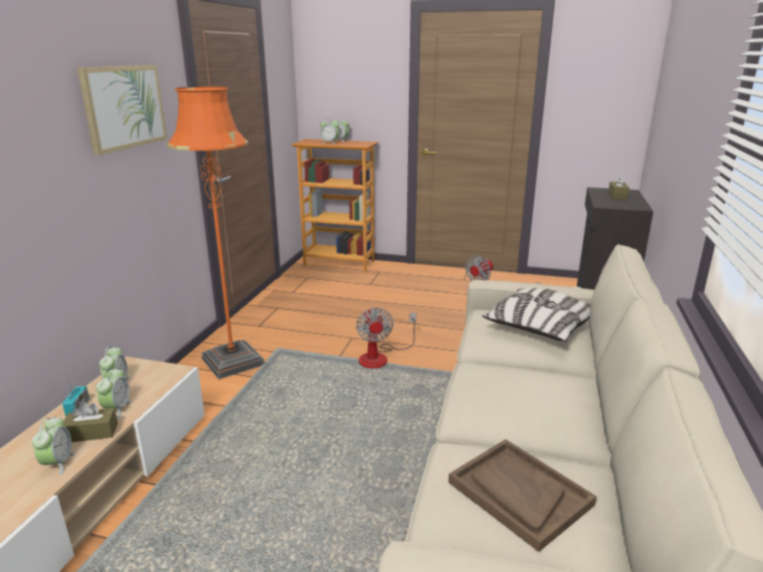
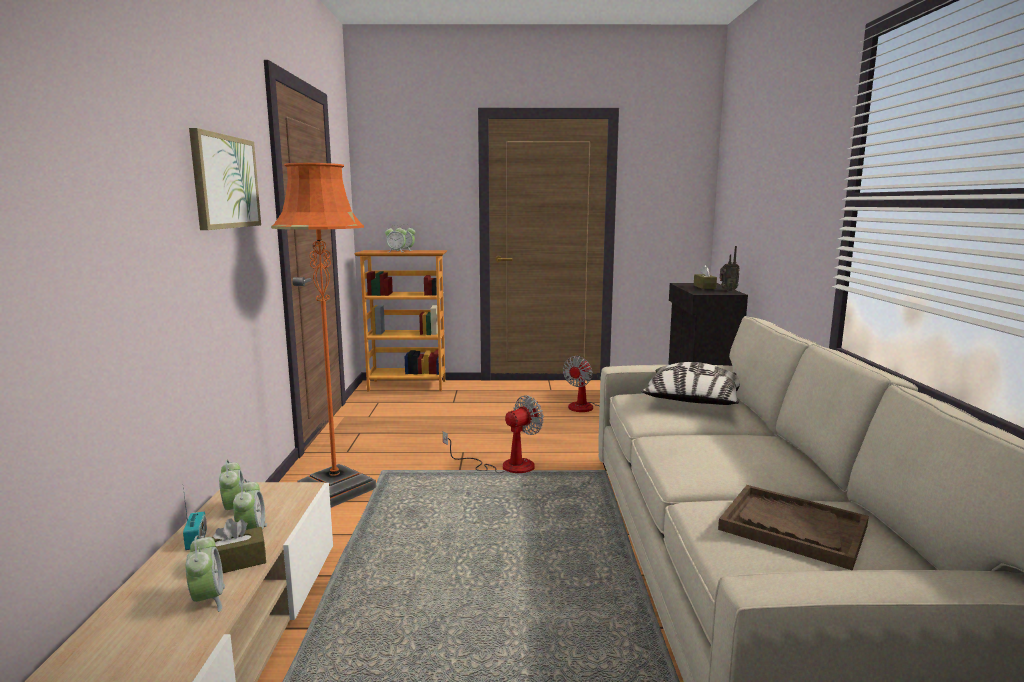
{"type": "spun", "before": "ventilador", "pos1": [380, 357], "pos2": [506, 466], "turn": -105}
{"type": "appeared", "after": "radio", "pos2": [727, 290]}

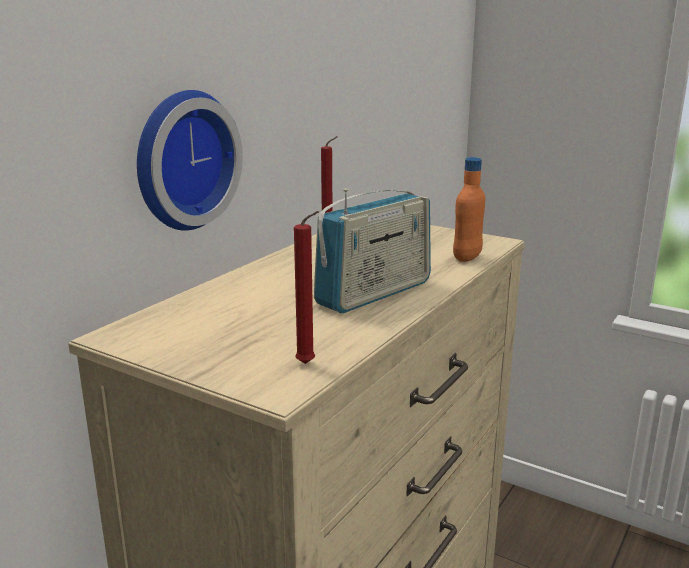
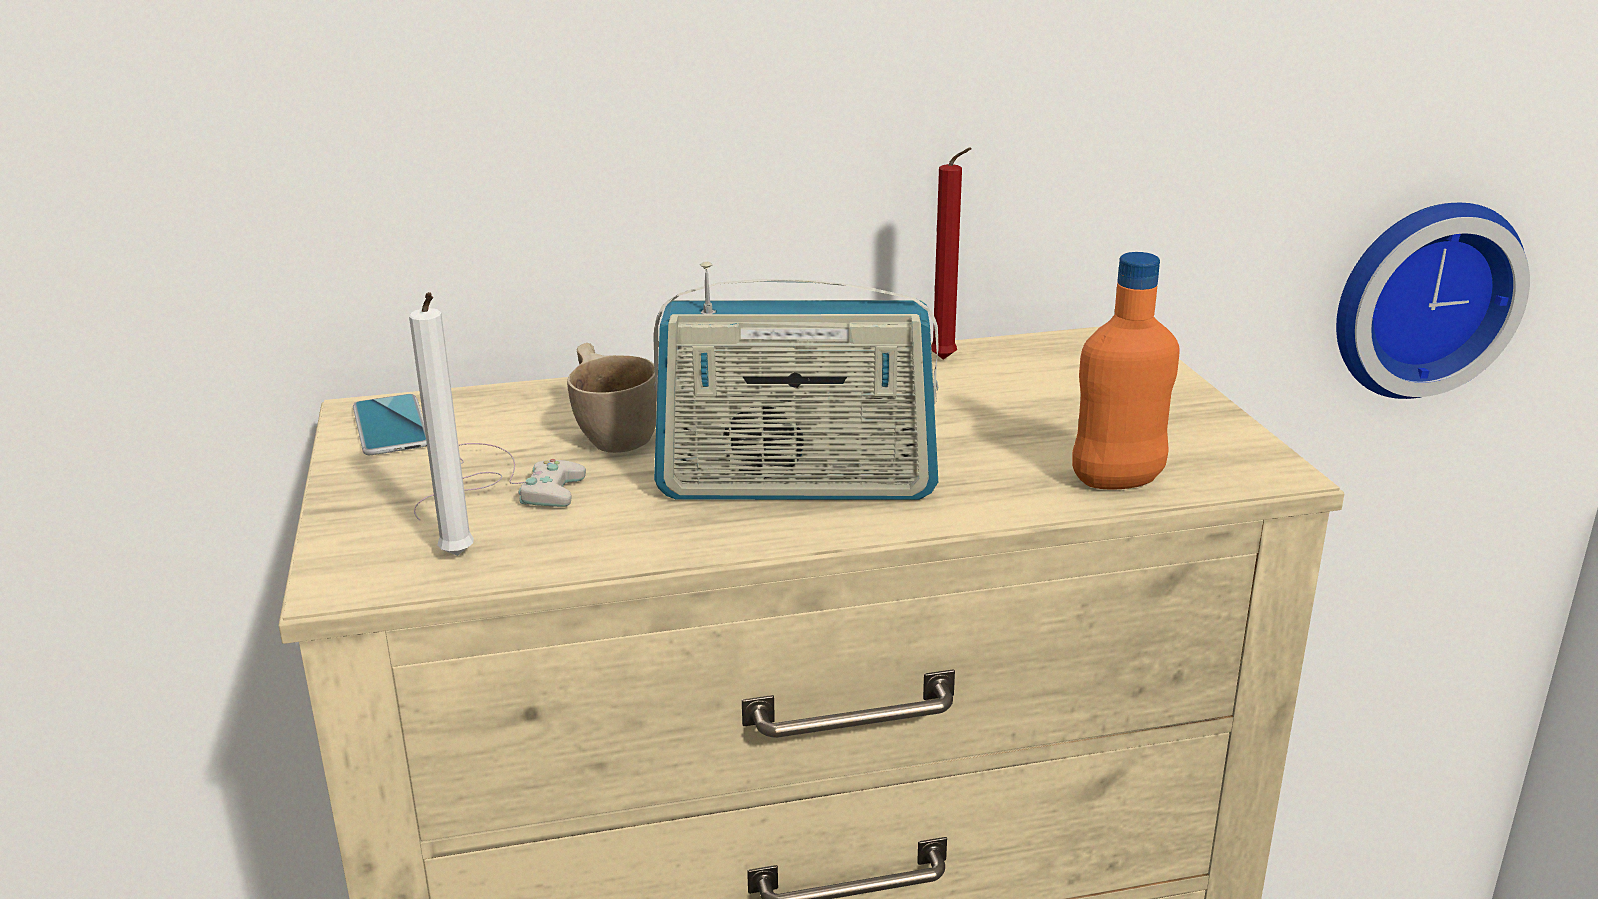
{"type": "relocated", "before": "reloj de pared", "pos1": [181, 160], "pos2": [1420, 296]}
{"type": "colour", "before": "vela [rojo]", "after": "vela [blanco]", "pos1": [308, 364], "pos2": [458, 558]}
{"type": "appeared", "after": "móvil", "pos2": [391, 426]}
{"type": "appeared", "after": "mando de consola [blanco]", "pos2": [497, 484]}
{"type": "appeared", "after": "taza [beis]", "pos2": [614, 431]}

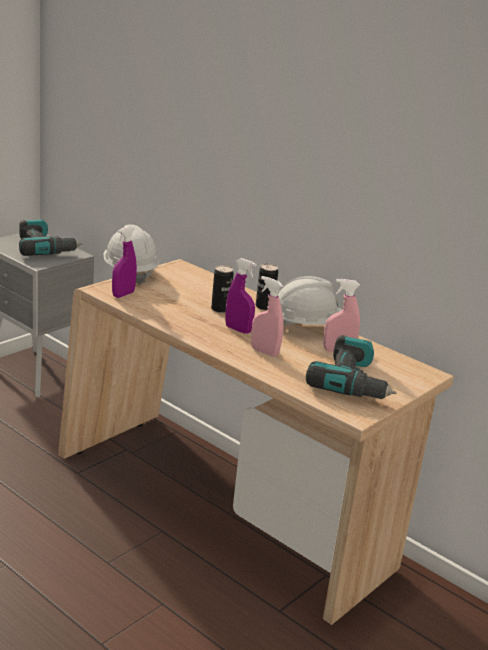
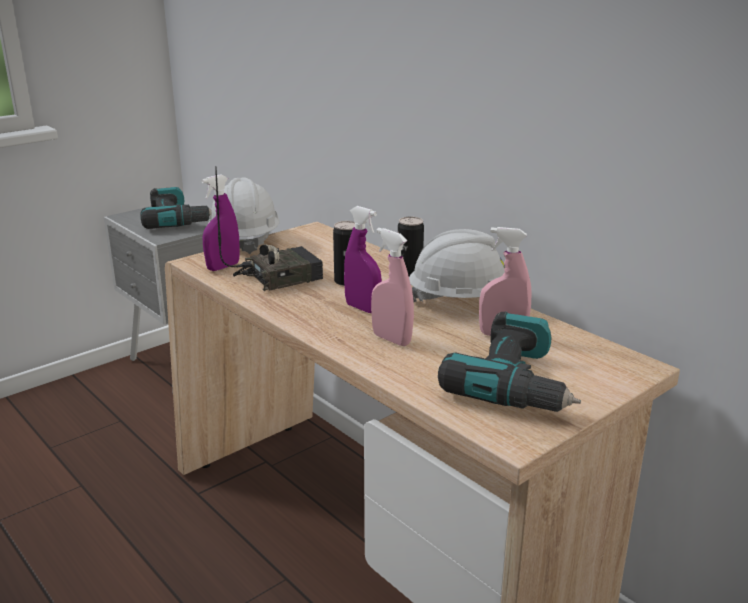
{"type": "appeared", "after": "radio", "pos2": [278, 277]}

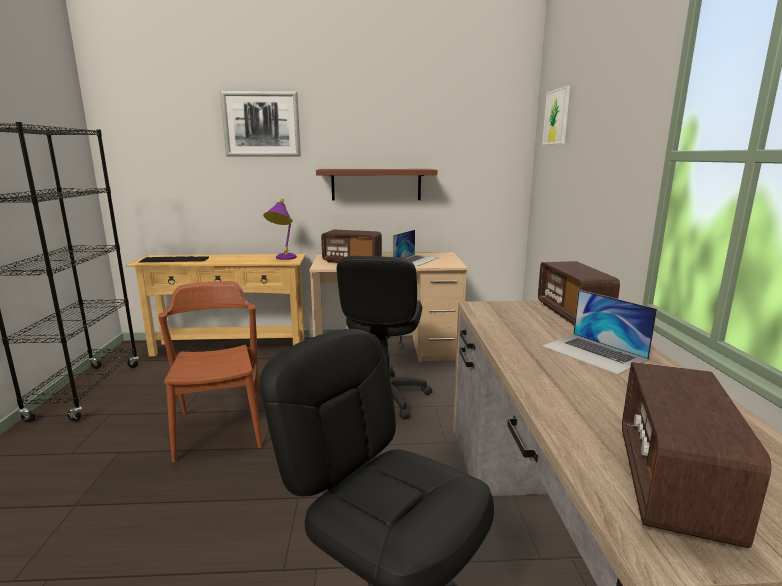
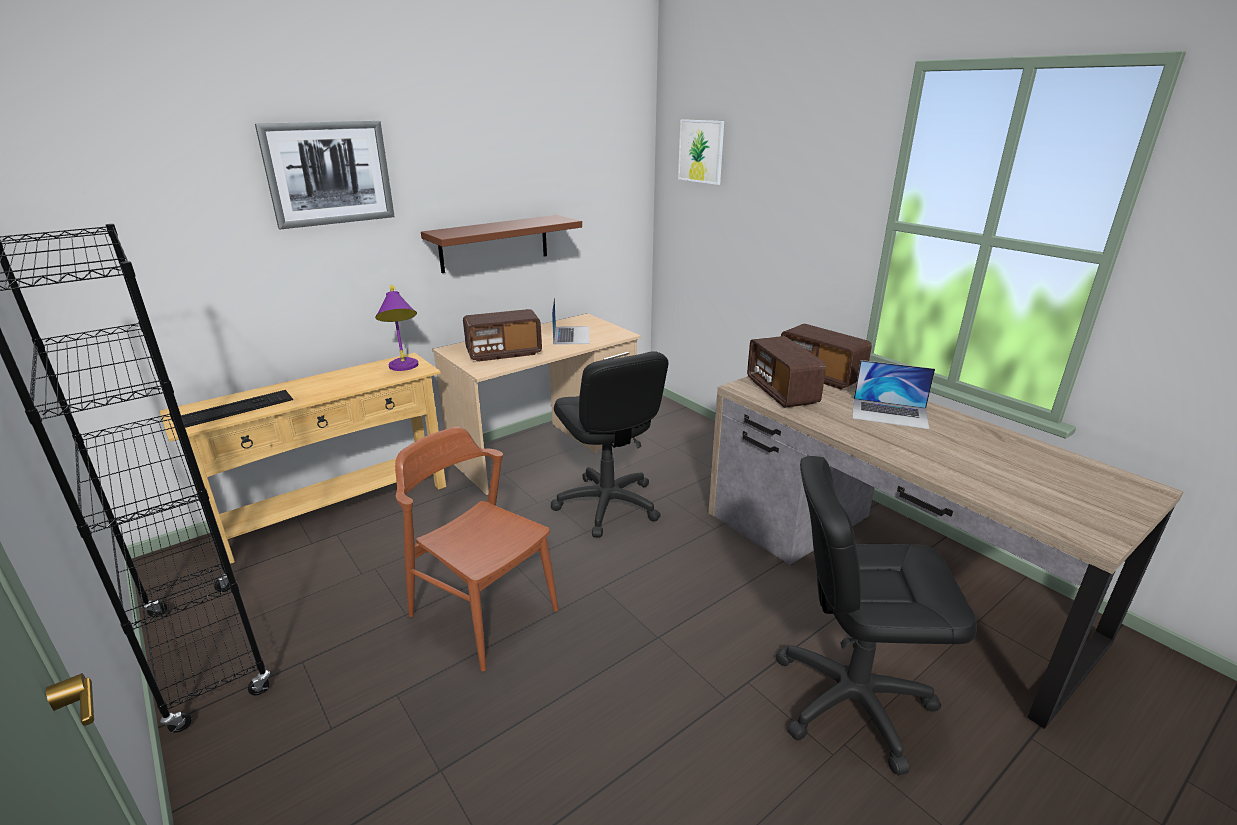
{"type": "relocated", "before": "radio", "pos1": [672, 484], "pos2": [781, 392]}

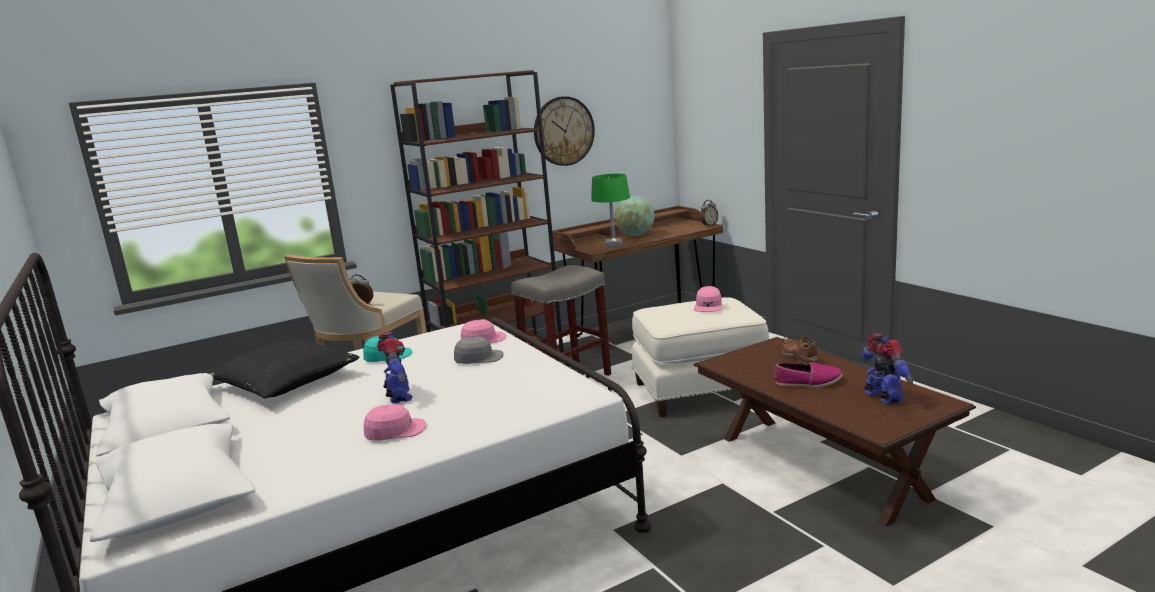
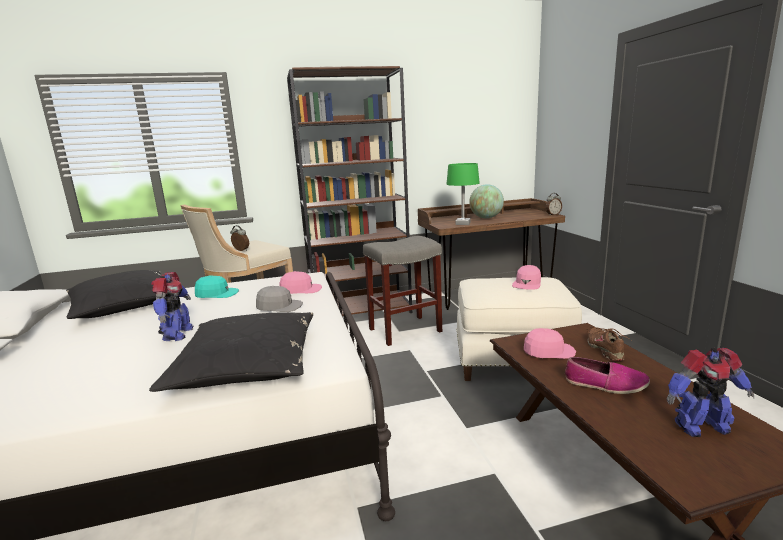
{"type": "relocated", "before": "gorra [rosa]", "pos1": [395, 431], "pos2": [548, 351]}
{"type": "missing", "before": "reloj de pared", "pos1": [563, 131]}
{"type": "spun", "before": "robot de juguete", "pos1": [883, 398], "pos2": [700, 426], "turn": 90}
{"type": "appeared", "after": "cojín [negro]", "pos2": [247, 364]}

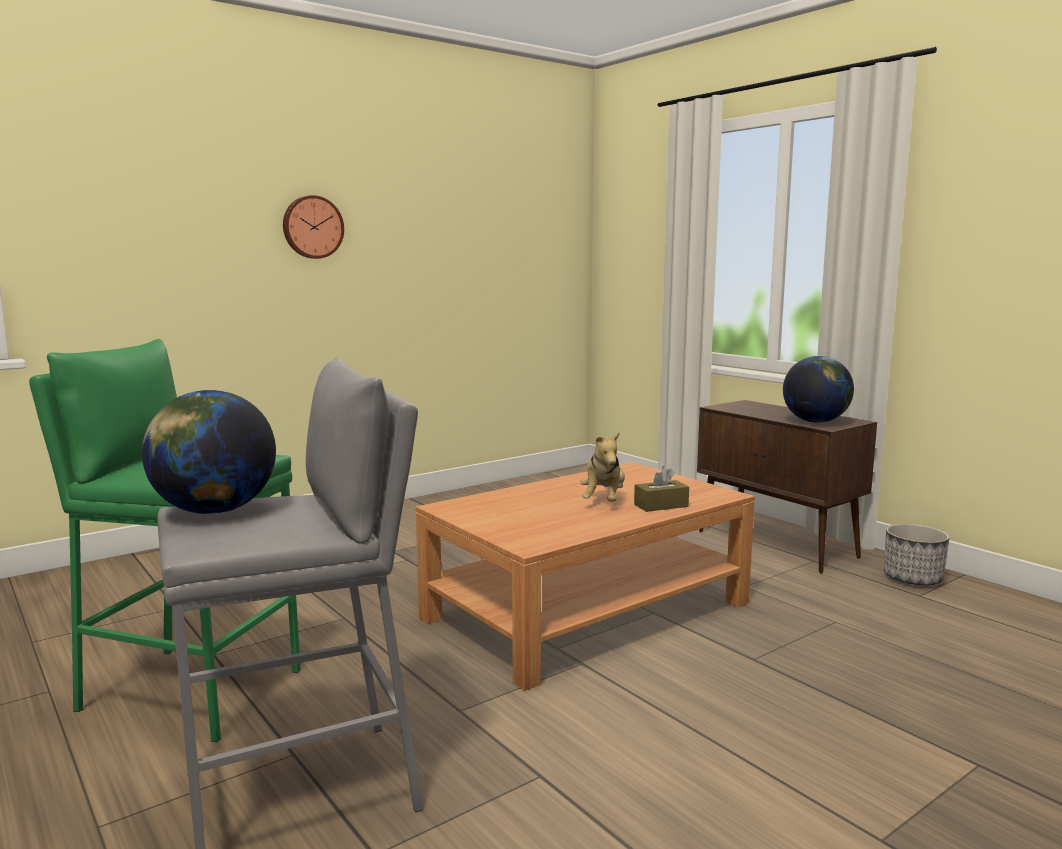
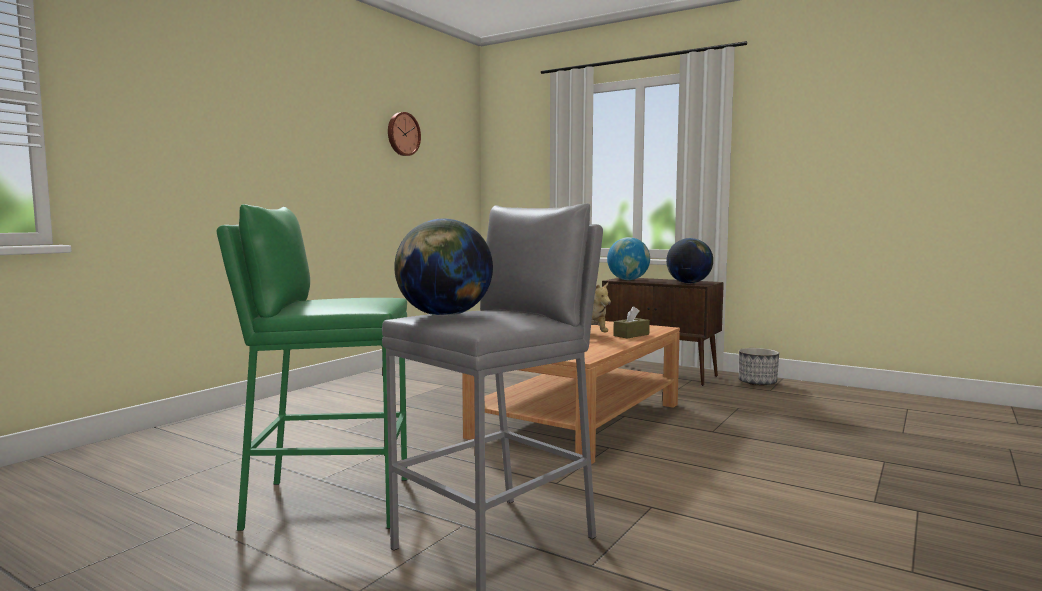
{"type": "relocated", "before": "reloj de pared", "pos1": [312, 227], "pos2": [402, 134]}
{"type": "appeared", "after": "globo terráqueo", "pos2": [628, 280]}

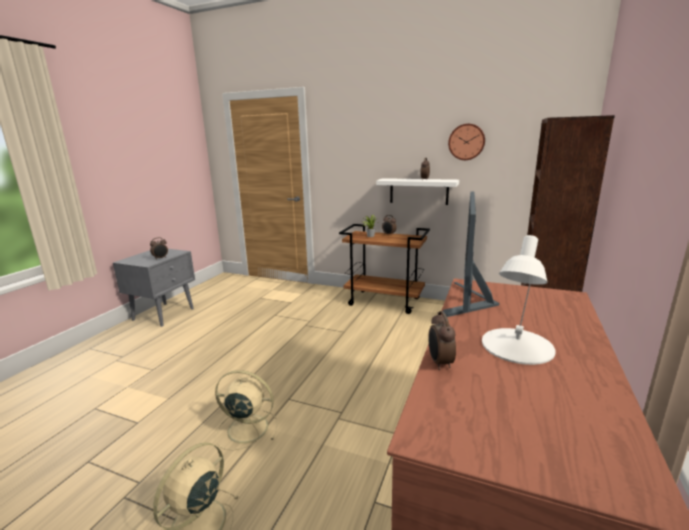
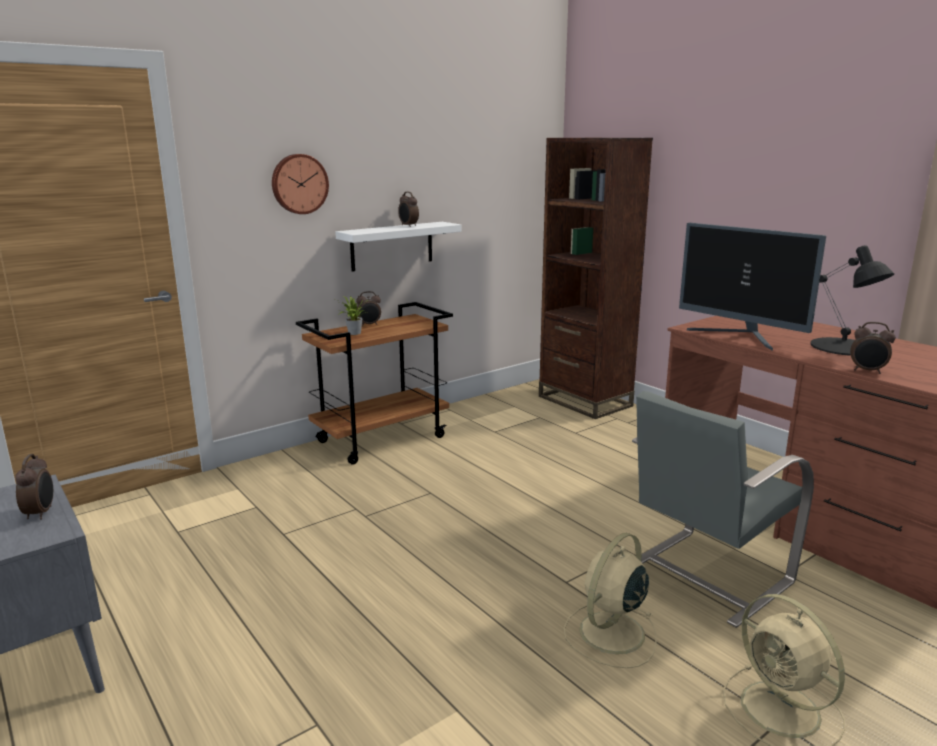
{"type": "relocated", "before": "reloj de pared", "pos1": [466, 142], "pos2": [299, 184]}
{"type": "colour", "before": "lámpara de mesa [blanco]", "after": "lámpara de mesa [negro]", "pos1": [516, 346], "pos2": [843, 347]}
{"type": "appeared", "after": "silla [gris]", "pos2": [705, 575]}

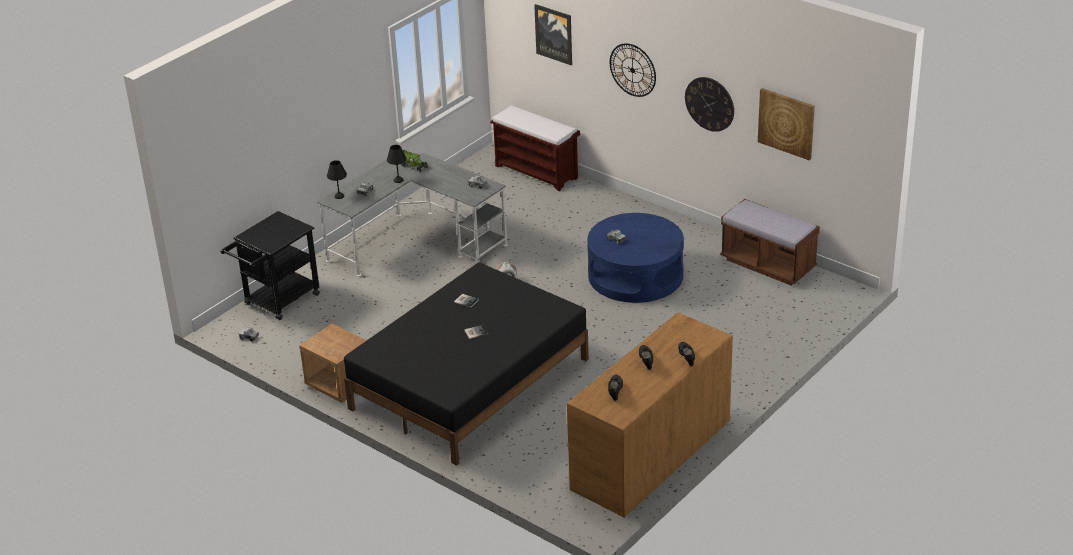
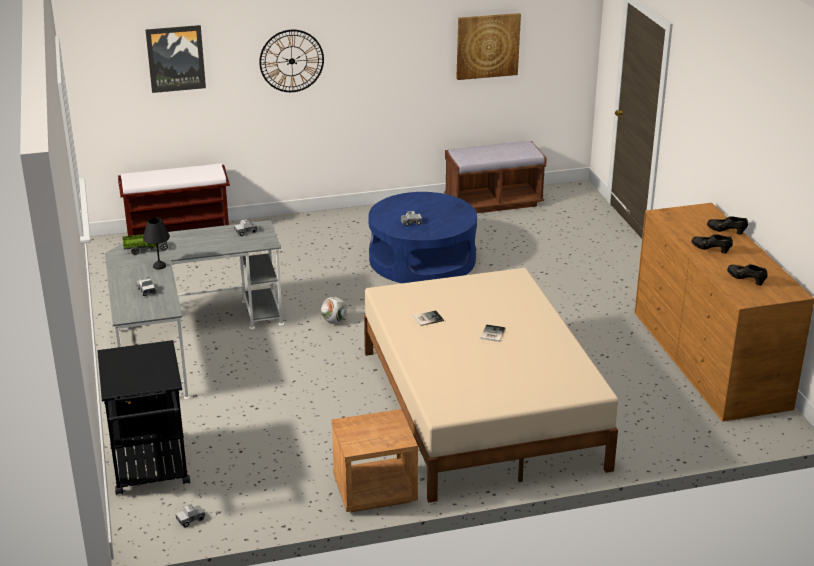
{"type": "missing", "before": "lámpara de mesa [negro]", "pos1": [339, 196]}
{"type": "colour", "before": "cama [negro]", "after": "cama [beis]", "pos1": [469, 383], "pos2": [479, 408]}
{"type": "missing", "before": "reloj de pared", "pos1": [709, 104]}

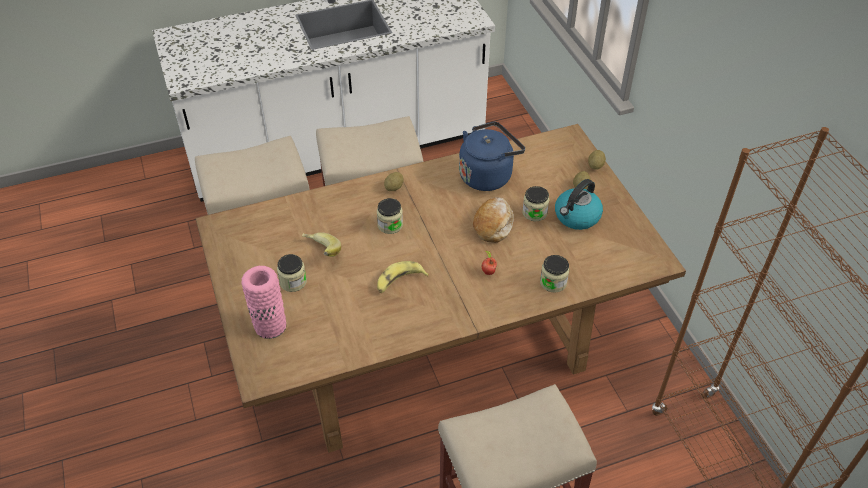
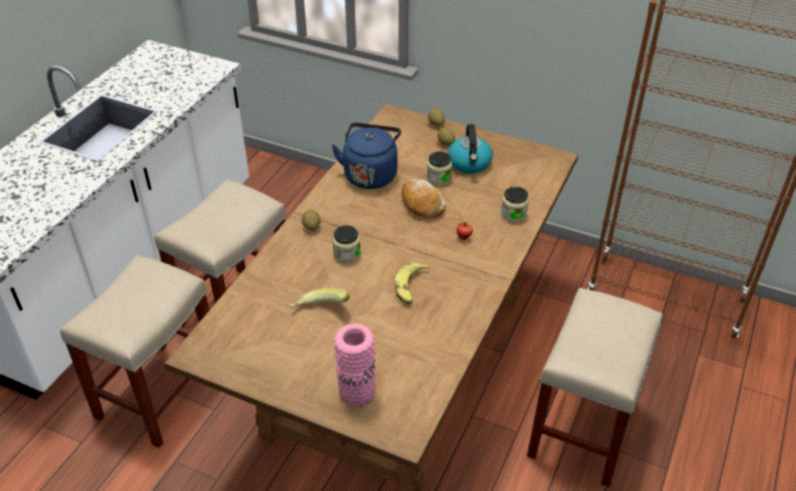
{"type": "missing", "before": "tarro", "pos1": [293, 282]}

